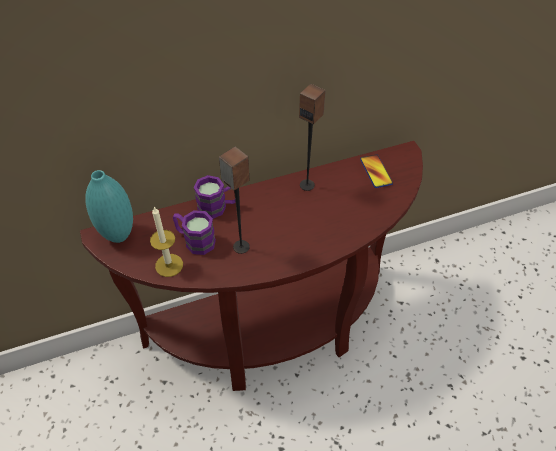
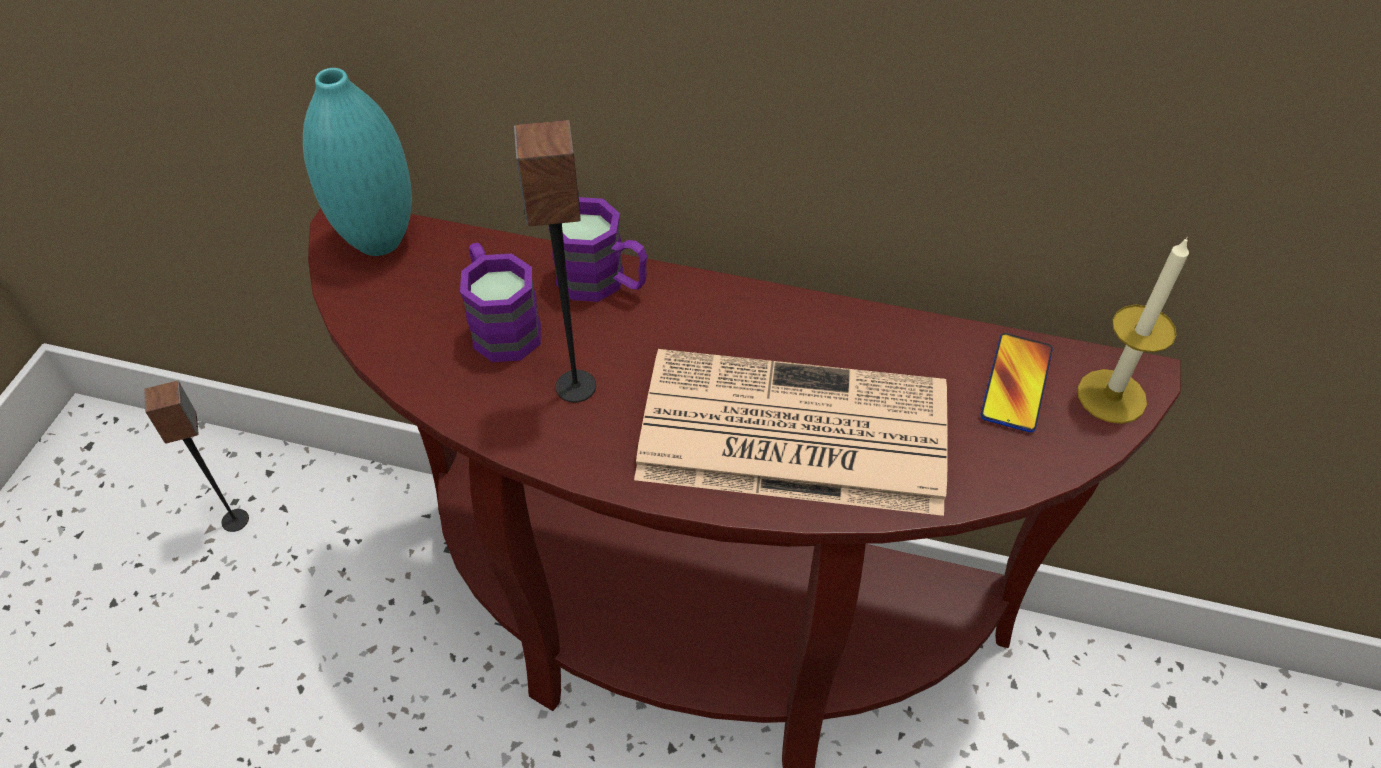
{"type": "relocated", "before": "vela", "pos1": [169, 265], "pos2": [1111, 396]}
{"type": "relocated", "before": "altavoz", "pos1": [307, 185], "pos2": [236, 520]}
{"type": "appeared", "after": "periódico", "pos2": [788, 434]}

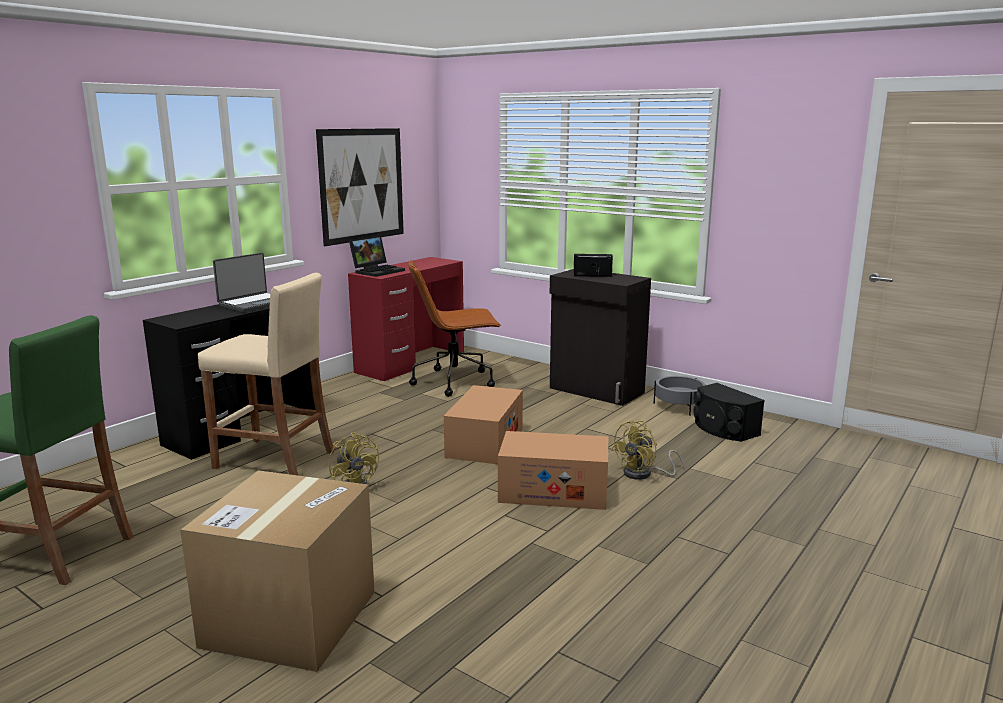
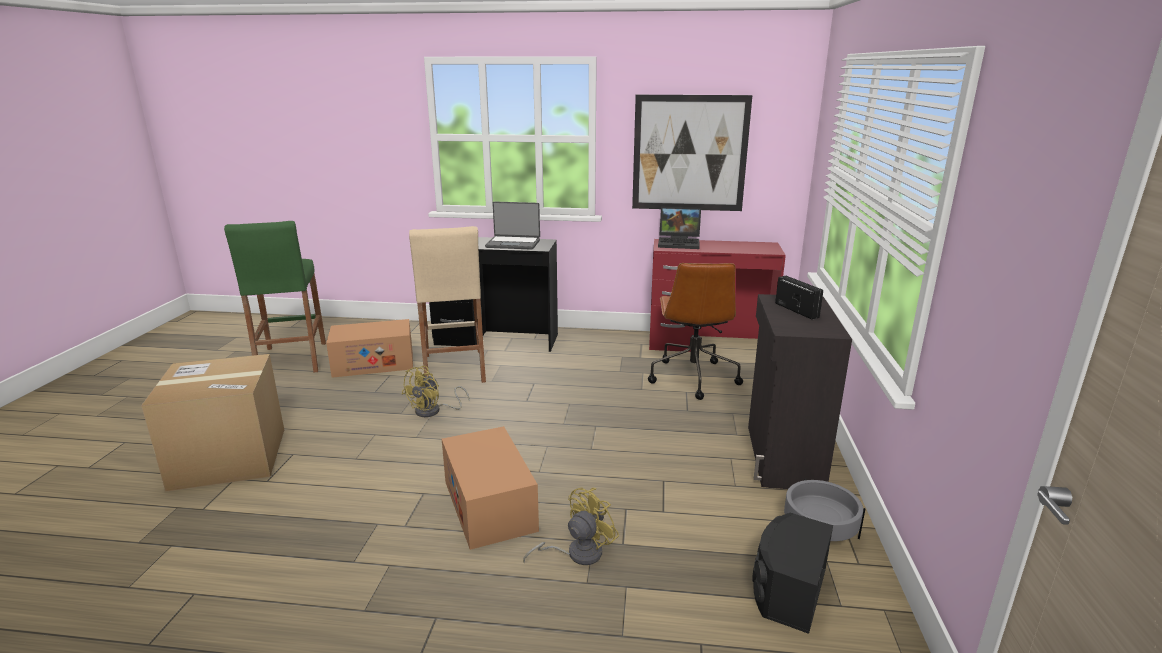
{"type": "spun", "before": "silla de oficina [marrón]", "pos1": [455, 381], "pos2": [692, 377], "turn": -135}
{"type": "relocated", "before": "caja de cartón", "pos1": [485, 442], "pos2": [373, 363]}
{"type": "spun", "before": "ventilador [amarillo]", "pos1": [644, 474], "pos2": [577, 553], "turn": 120}

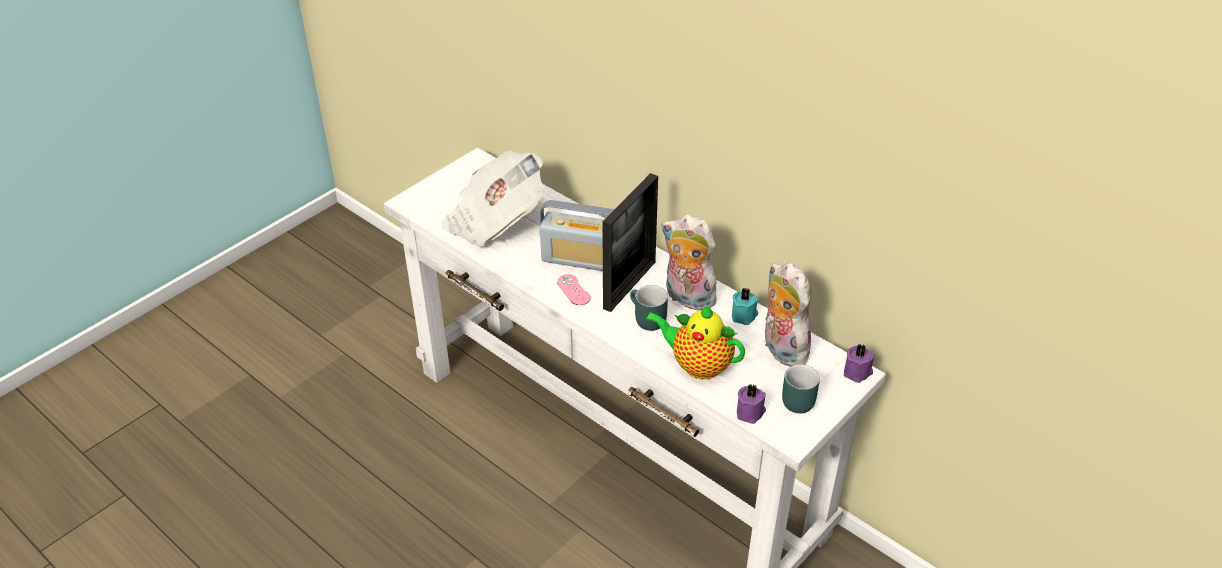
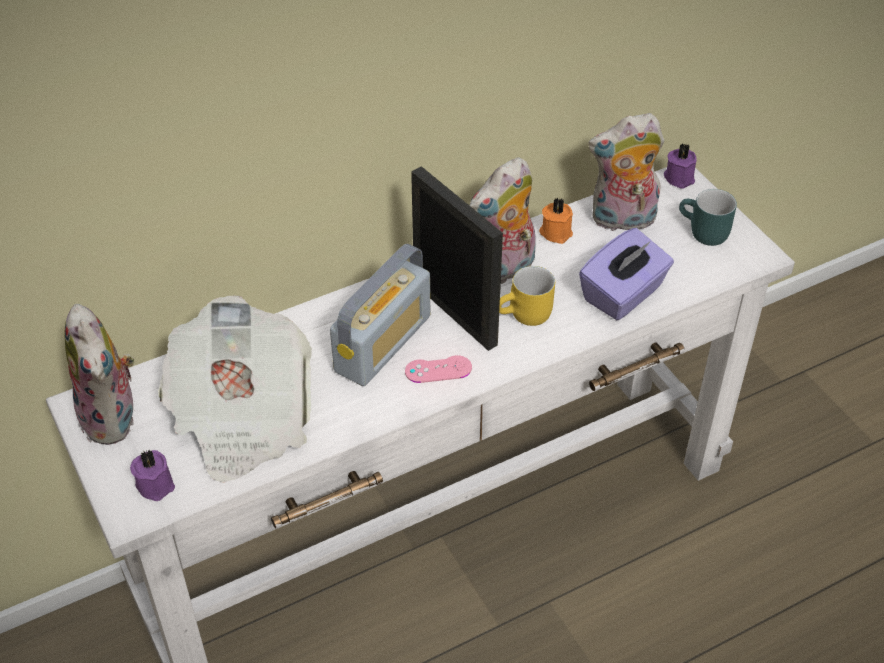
{"type": "colour", "before": "taza grande [turquesa]", "after": "taza grande [amarillo]", "pos1": [645, 319], "pos2": [526, 317]}
{"type": "exchanged", "before": "tetera", "after": "caja de pañuelos [morado]", "pos1": [697, 365], "pos2": [623, 294]}
{"type": "colour", "before": "vela [turquesa]", "after": "vela [naranja]", "pos1": [744, 315], "pos2": [556, 232]}
{"type": "relocated", "before": "vela [morado]", "pos1": [751, 412], "pos2": [156, 484]}
{"type": "appeared", "after": "peluche", "pos2": [114, 418]}

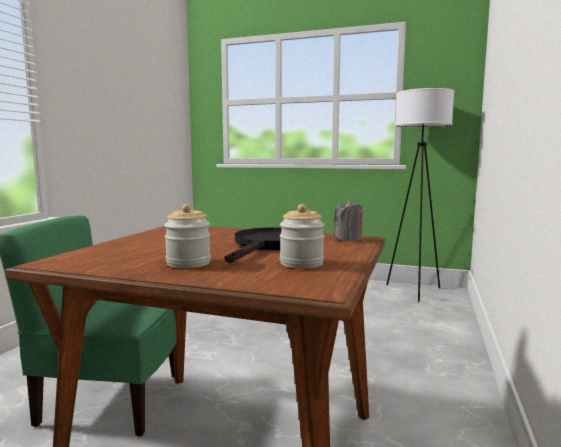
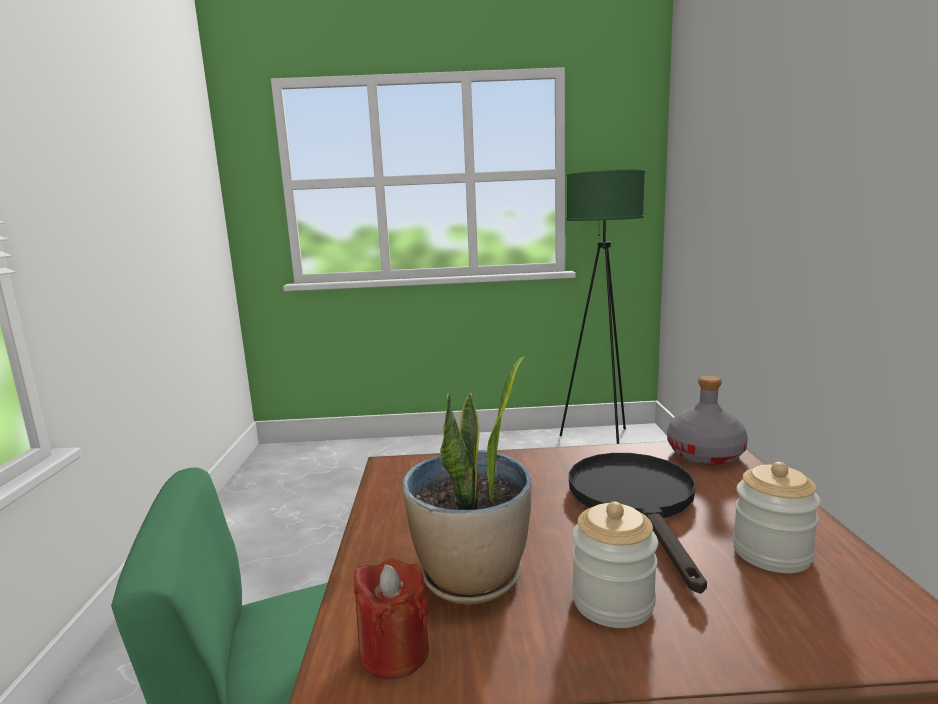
{"type": "exchanged", "before": "vela [gris]", "after": "botella [gris]", "pos1": [348, 239], "pos2": [705, 454]}
{"type": "colour", "before": "lámpara de pie [blanco]", "after": "lámpara de pie [verde]", "pos1": [414, 291], "pos2": [601, 440]}
{"type": "appeared", "after": "vela [rojo]", "pos2": [394, 653]}
{"type": "appeared", "after": "planta en maceta", "pos2": [472, 577]}

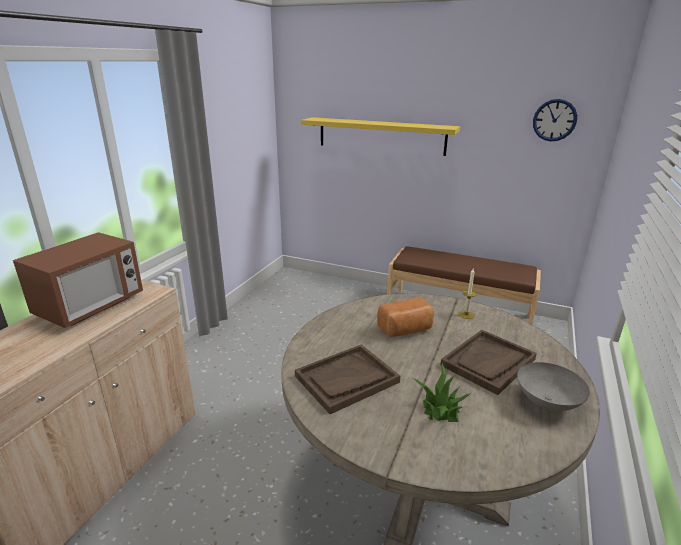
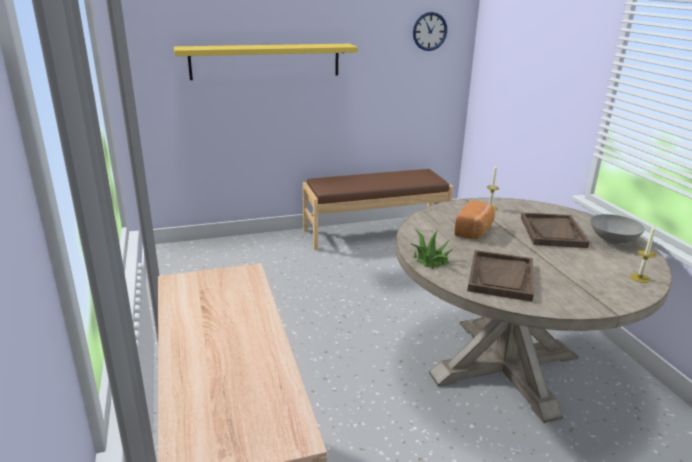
{"type": "missing", "before": "microondas", "pos1": [90, 306]}
{"type": "relocated", "before": "planta en maceta", "pos1": [441, 407], "pos2": [430, 260]}
{"type": "appeared", "after": "vela", "pos2": [639, 278]}

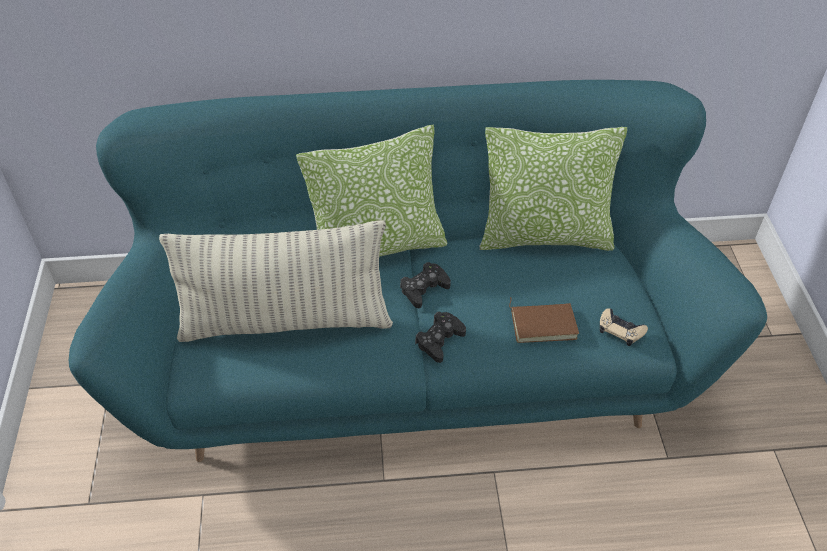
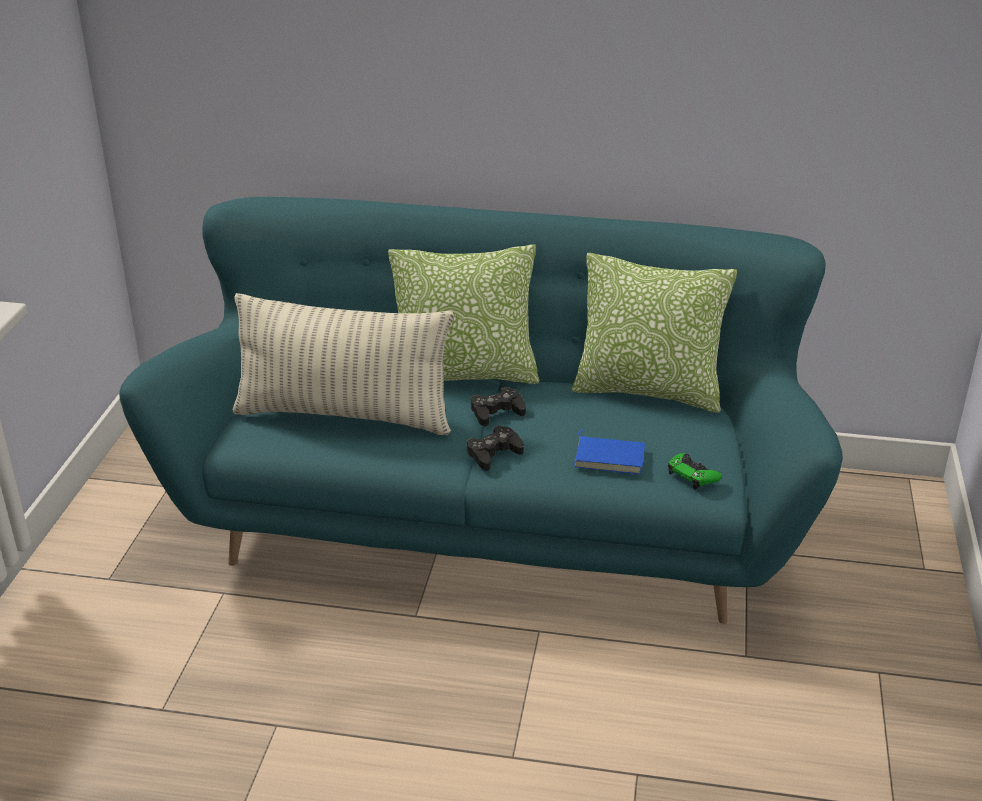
{"type": "colour", "before": "libro [marrón]", "after": "libro [azul]", "pos1": [543, 323], "pos2": [610, 457]}
{"type": "colour", "before": "mando de consola [beis]", "after": "mando de consola [verde]", "pos1": [620, 330], "pos2": [692, 475]}

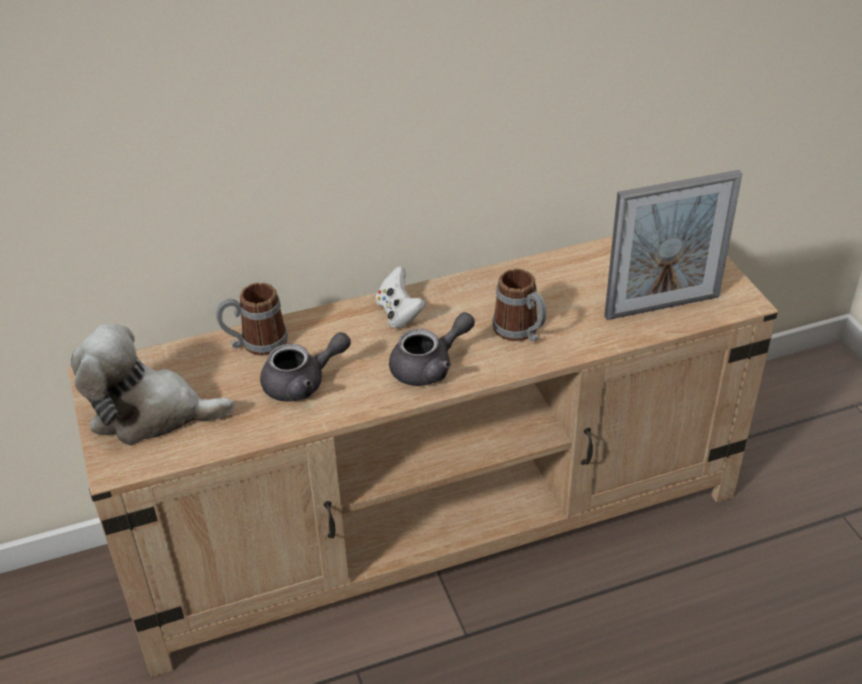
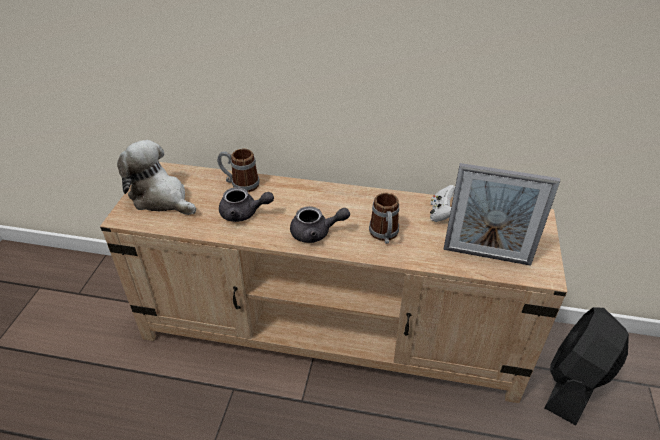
{"type": "relocated", "before": "mando de consola [blanco]", "pos1": [399, 313], "pos2": [441, 213]}
{"type": "appeared", "after": "ventilador [negro]", "pos2": [574, 383]}

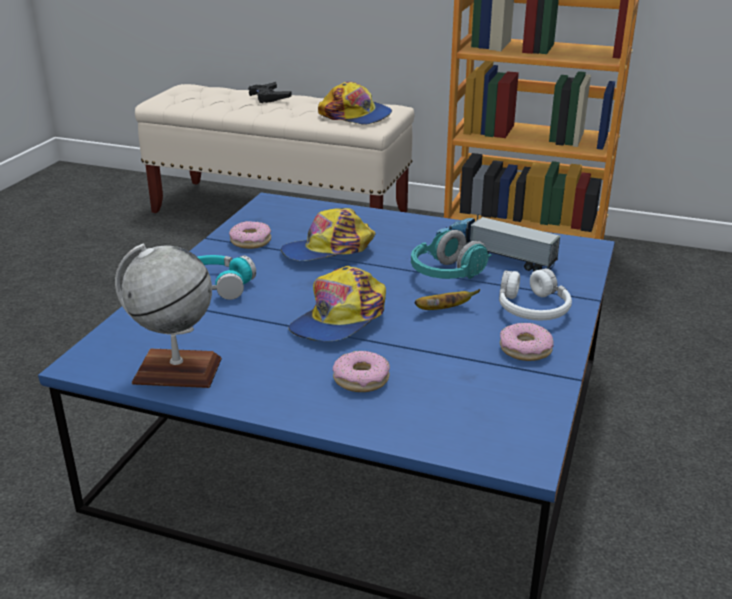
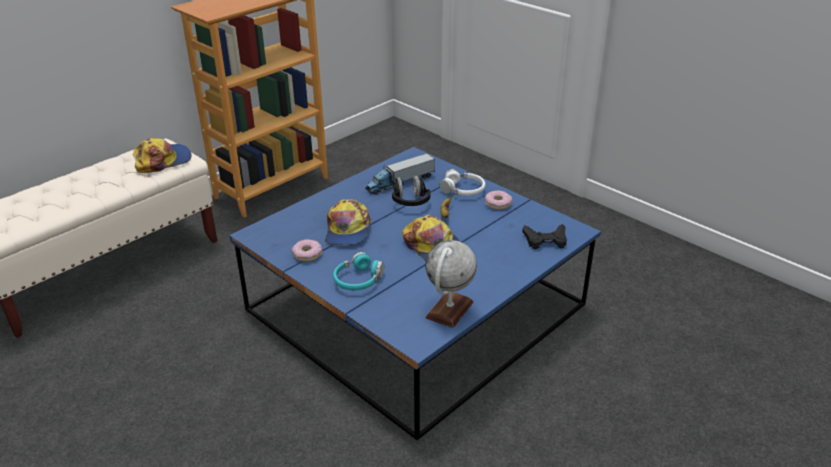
{"type": "relocated", "before": "mando de consola [negro]", "pos1": [268, 97], "pos2": [545, 240]}
{"type": "missing", "before": "rosquilla", "pos1": [361, 379]}
{"type": "colour", "before": "auriculares [turquesa]", "after": "auriculares [negro]", "pos1": [447, 275], "pos2": [410, 201]}

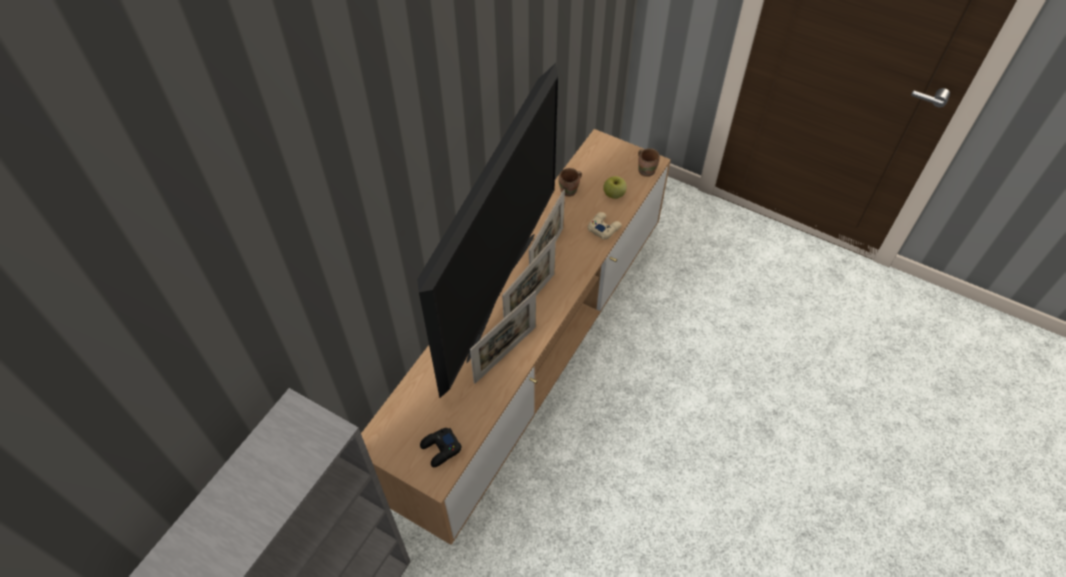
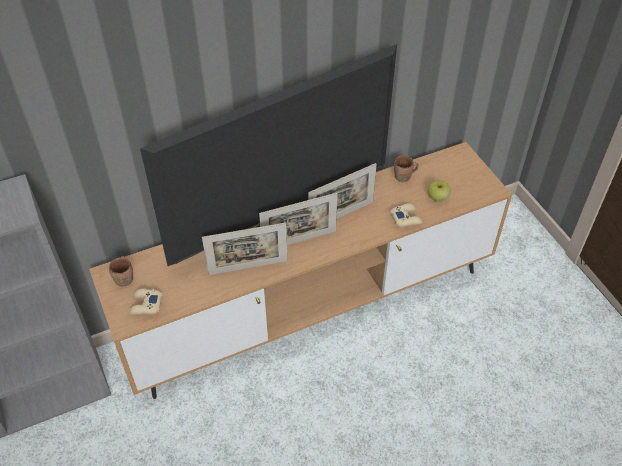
{"type": "colour", "before": "mando de consola [negro]", "after": "mando de consola [beis]", "pos1": [441, 449], "pos2": [146, 305]}
{"type": "relocated", "before": "taza grande [marrón]", "pos1": [646, 170], "pos2": [125, 279]}

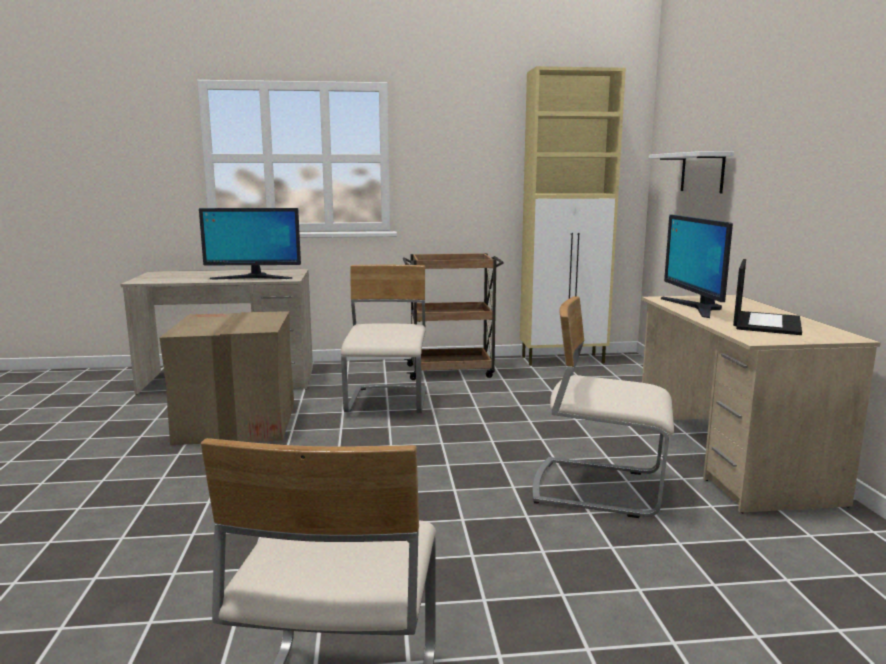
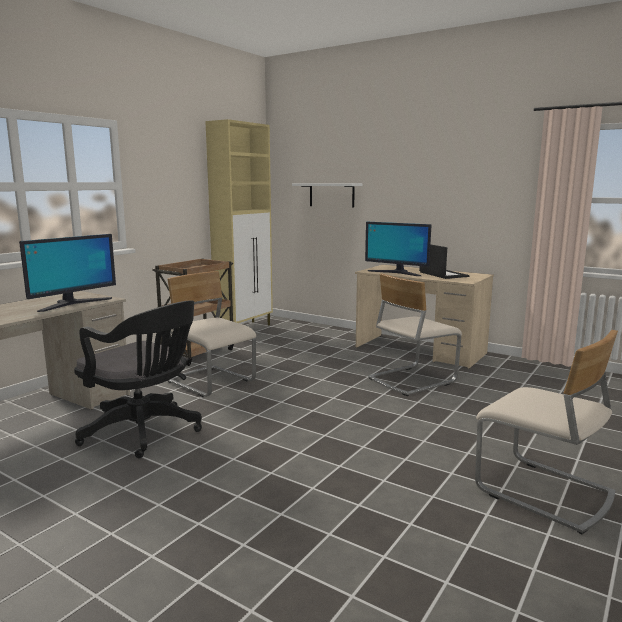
{"type": "exchanged", "before": "caja de cartón", "after": "silla de oficina [negro]", "pos1": [237, 423], "pos2": [145, 432]}

